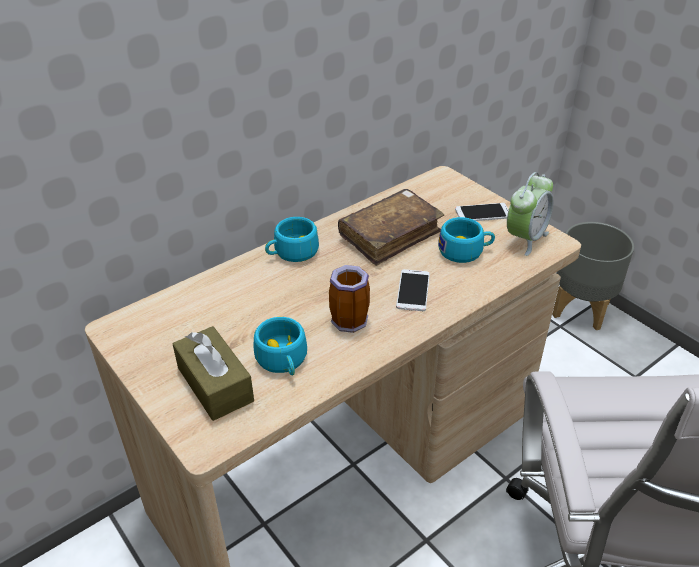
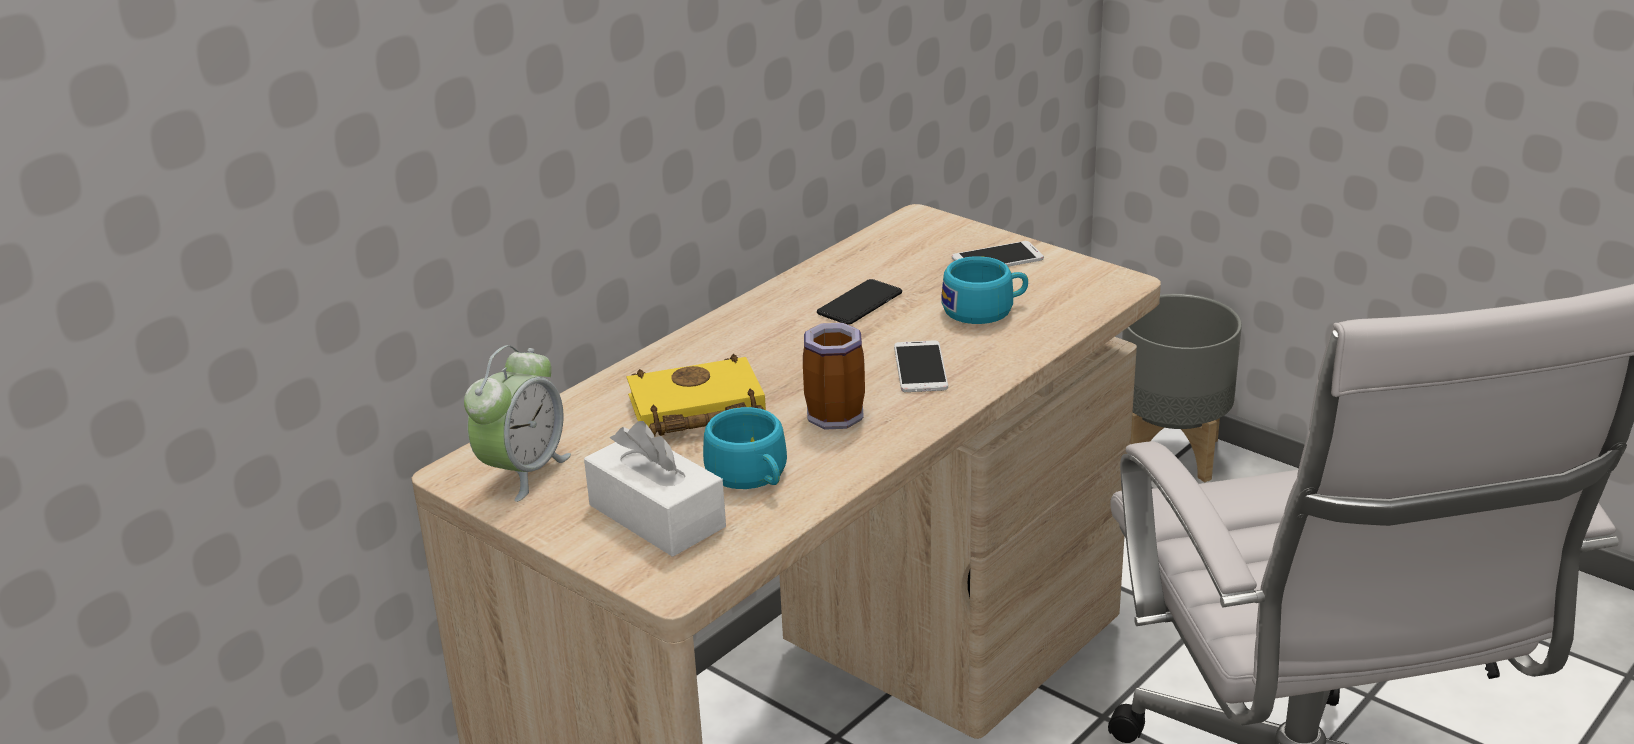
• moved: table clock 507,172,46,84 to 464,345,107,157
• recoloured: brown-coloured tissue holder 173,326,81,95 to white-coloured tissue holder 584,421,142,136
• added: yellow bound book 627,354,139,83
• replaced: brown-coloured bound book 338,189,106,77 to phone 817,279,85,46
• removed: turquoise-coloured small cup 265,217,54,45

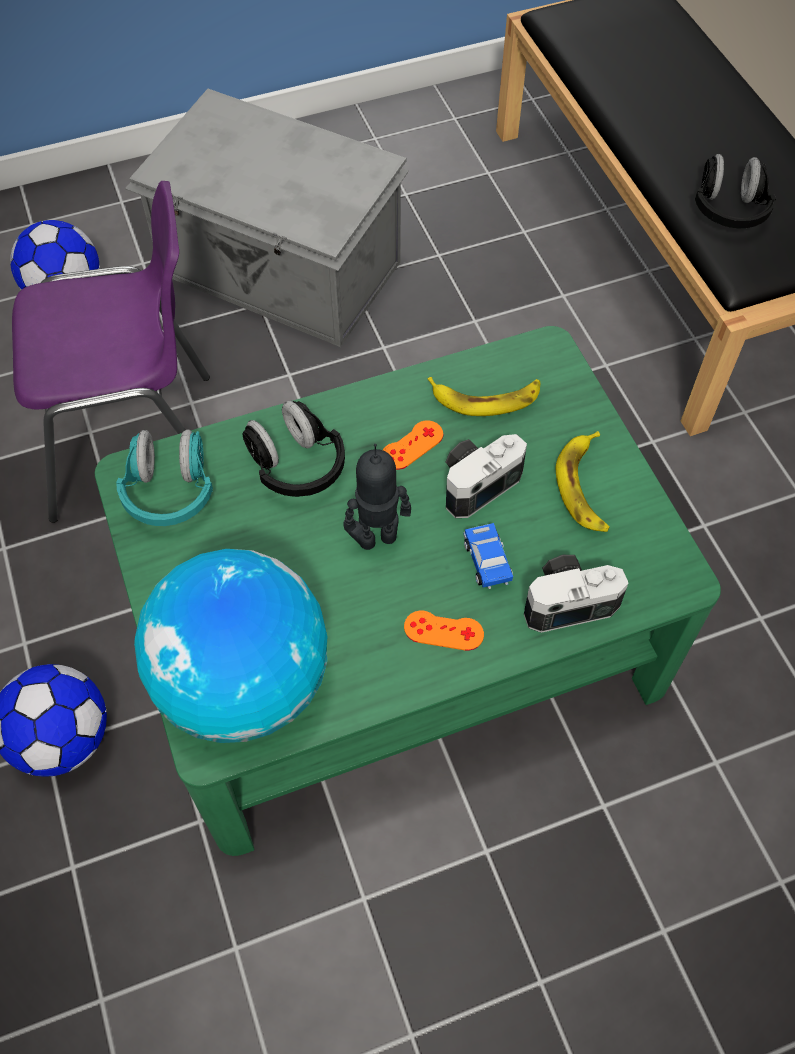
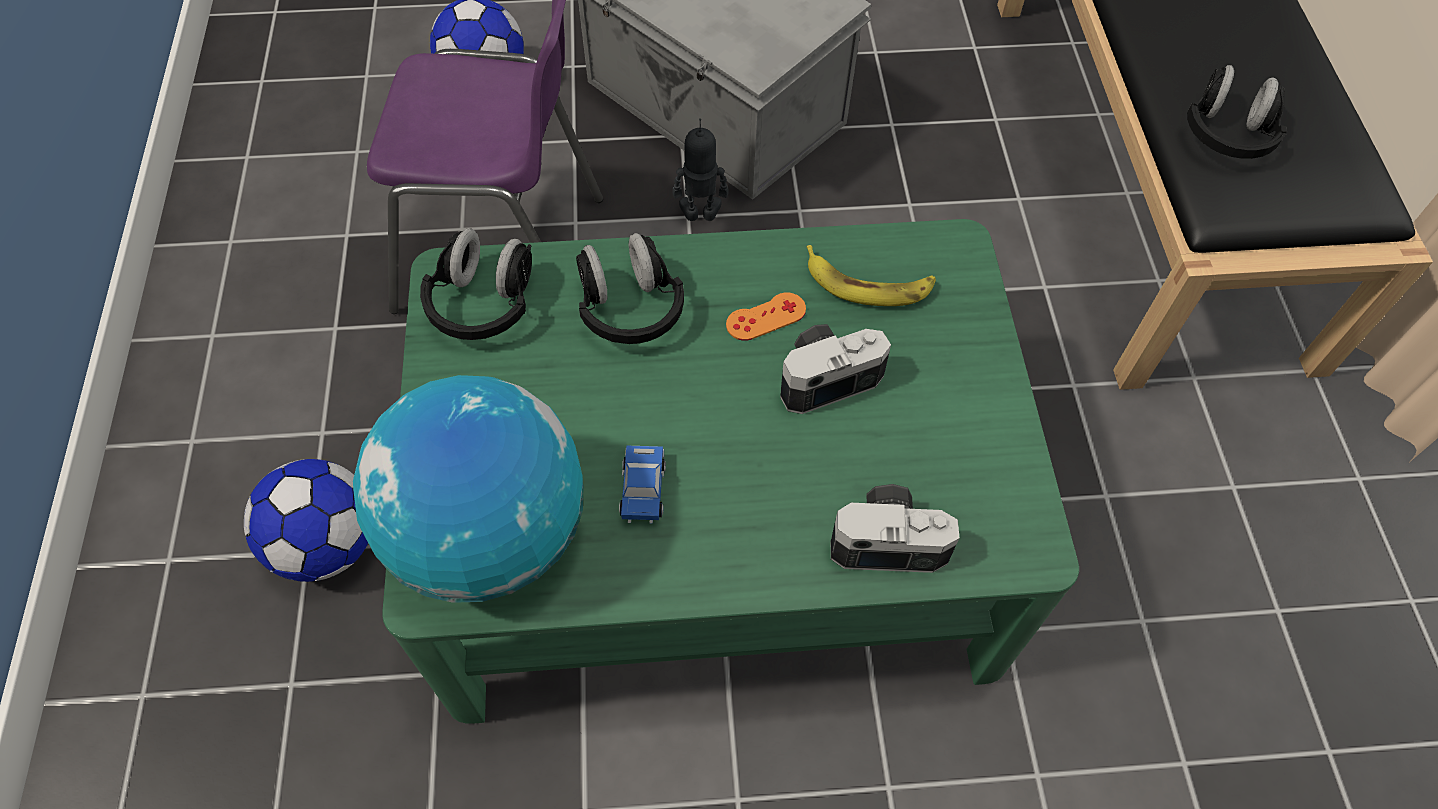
• recoloured: turquoise-coloured headphones 116,429,97,97 to blackish headphones 420,228,112,112
• moved: model car 463,523,50,66 to 619,446,47,78
• moved: robot figure 343,444,68,106 to 672,118,57,103
• removed: orange-coloured game controller 404,611,80,40
• removed: banana fruit 556,431,54,101

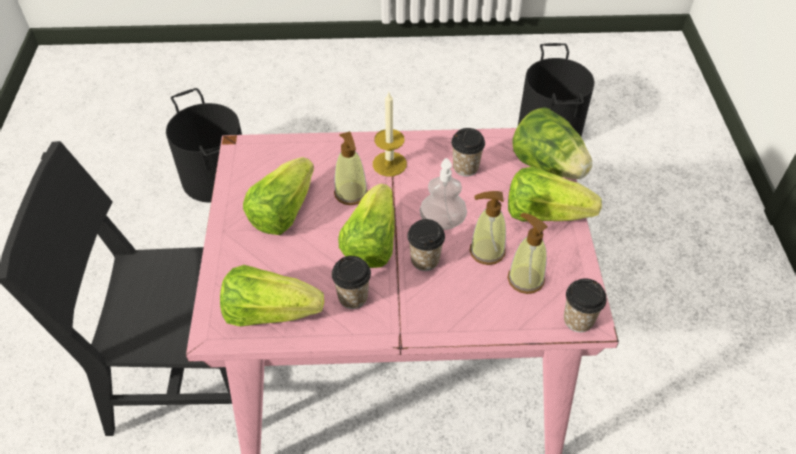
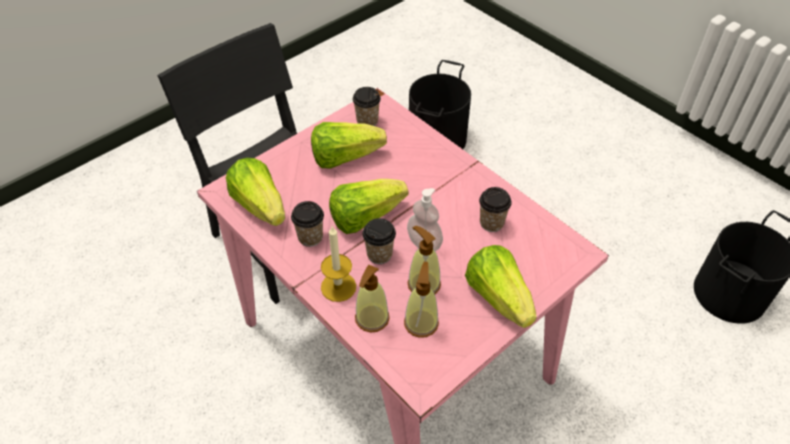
• moved: wax candle 373,92,34,84 to 321,226,35,76
• moved: small cup 564,278,43,54 to 353,87,28,39
• moved: liquid soap bottle 334,131,34,74 to 355,265,35,67
• removed: head of lettuce 513,107,80,72

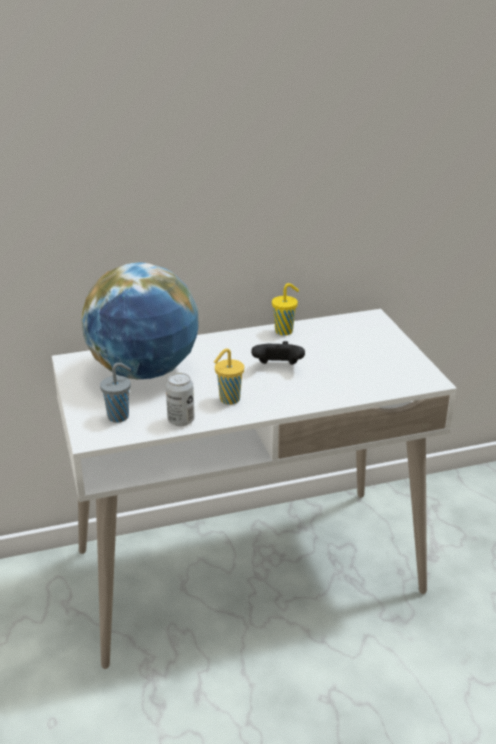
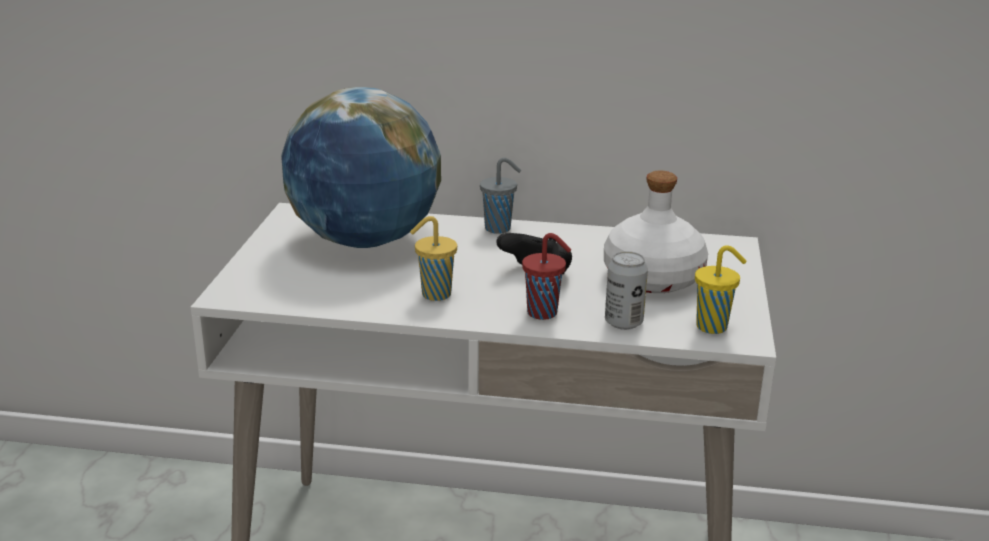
• moved: gray small cup 100,363,31,60 to 480,157,41,77
• added: red-coloured small cup 522,233,49,87
• added: white-coloured drink bottle 604,171,104,122
• moved: can 166,373,28,53 to 605,251,43,79
• moved: yellow small cup 272,283,27,52 to 695,245,51,89

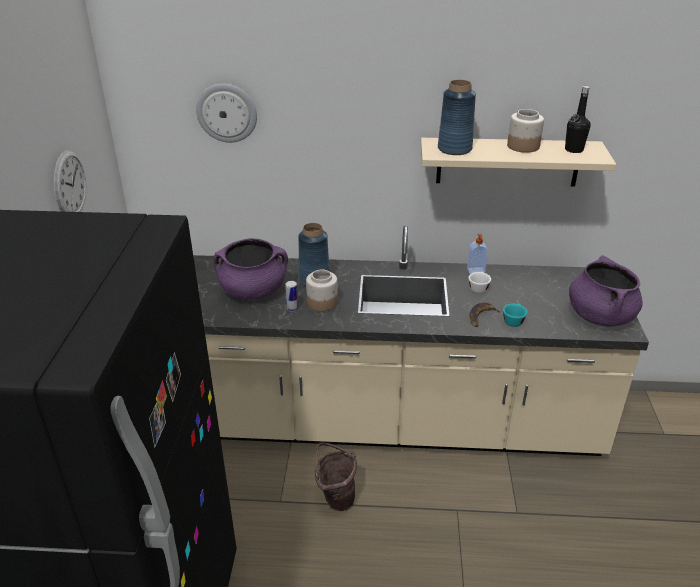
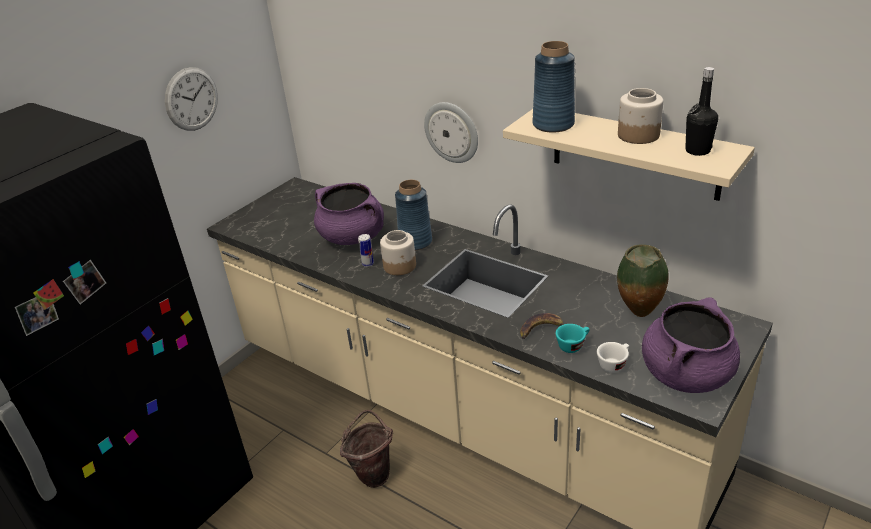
• moved: hanging clock 196,84,61,59 to 424,102,54,61
• moved: white-coloured small cup 468,272,23,21 to 597,342,32,31
• added: decorative vase 617,244,52,73
• removed: liquid soap bottle 467,234,21,40

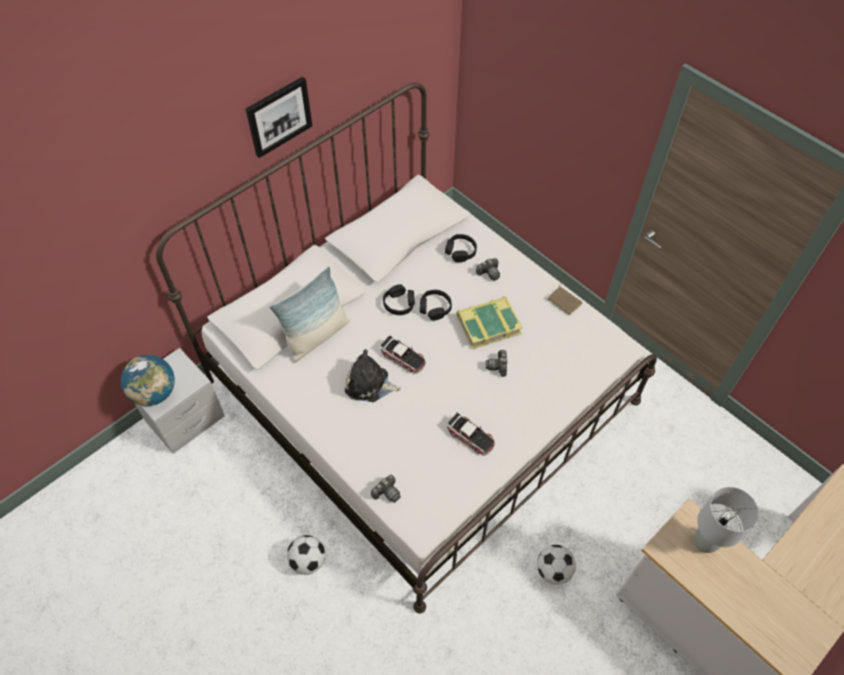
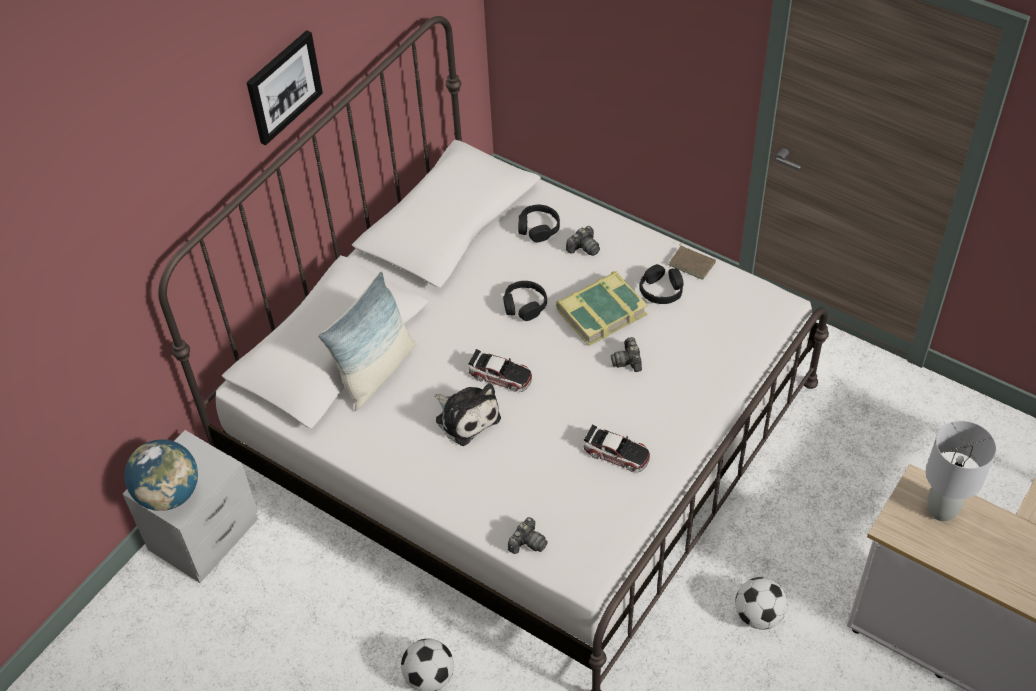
• turned: soft toy 345,349,56,53 = 434,383,67,63 135 degrees counterclockwise
• moved: blackish headphones 383,284,32,31 to 639,264,45,40

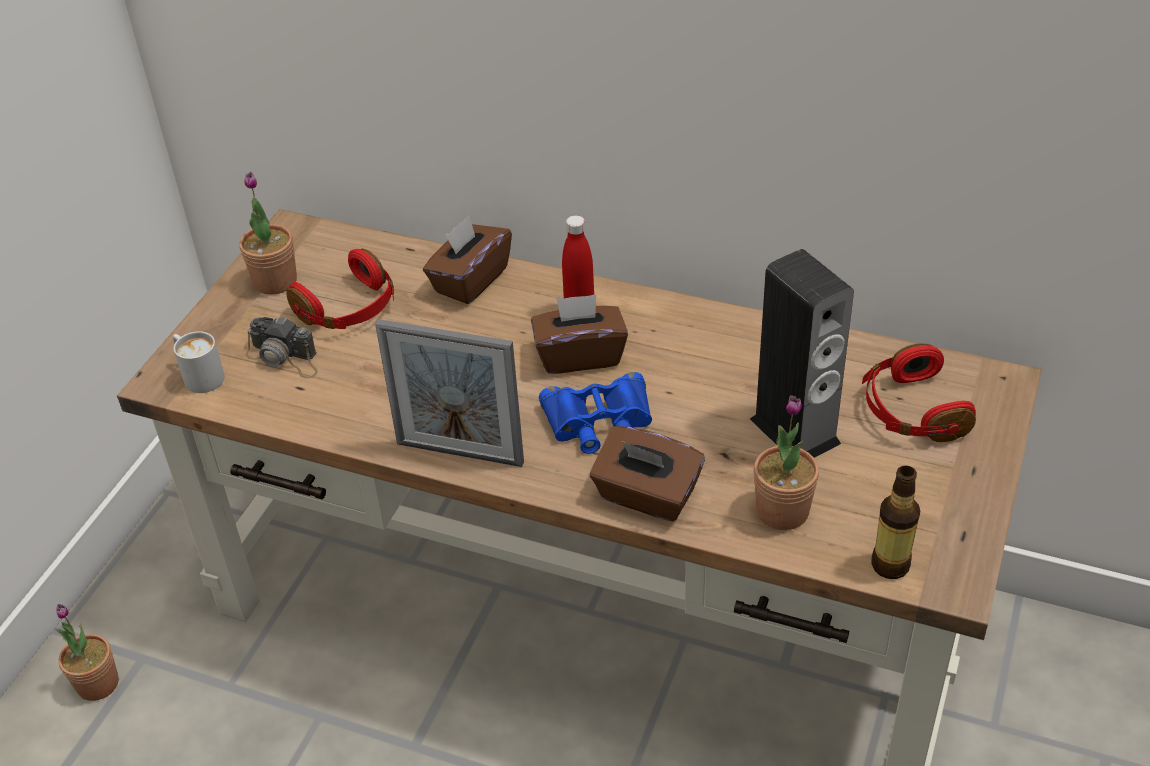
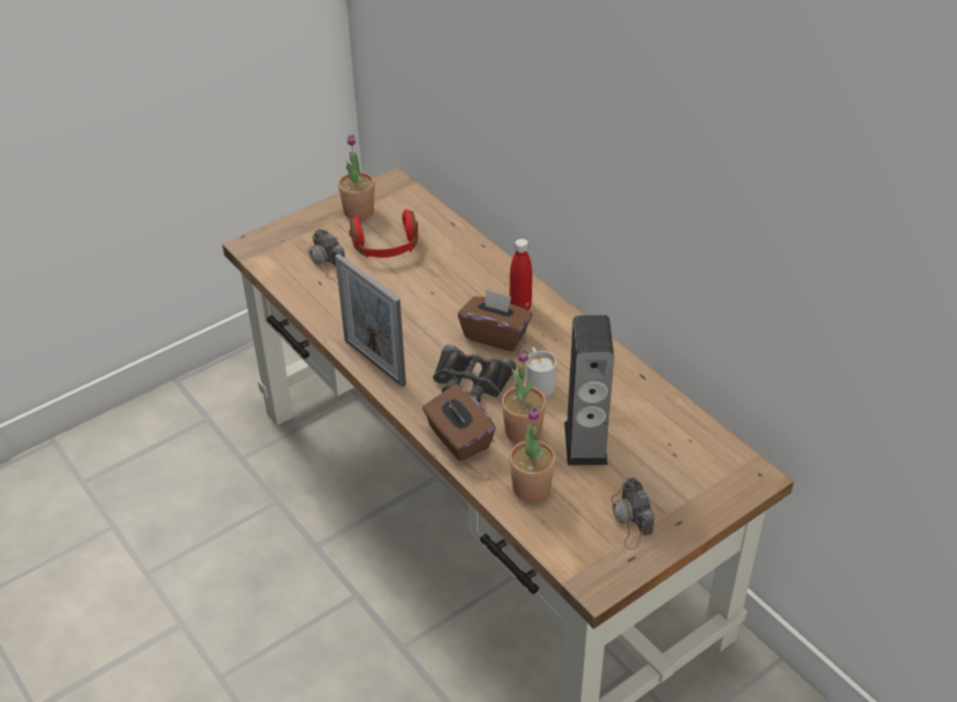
• recoloured: blue field glasses 539,372,113,82 to blackish field glasses 433,344,83,59
• moved: plant in a pot 55,604,64,97 to 501,349,45,95
• moved: white-coloured mug 173,331,52,62 to 526,347,31,50
• added: still camera 611,477,44,73
• removed: brown-coloured tissue holder 423,216,89,88
• removed: red-coloured headphones 862,343,114,99
• removed: drink bottle 871,465,49,114

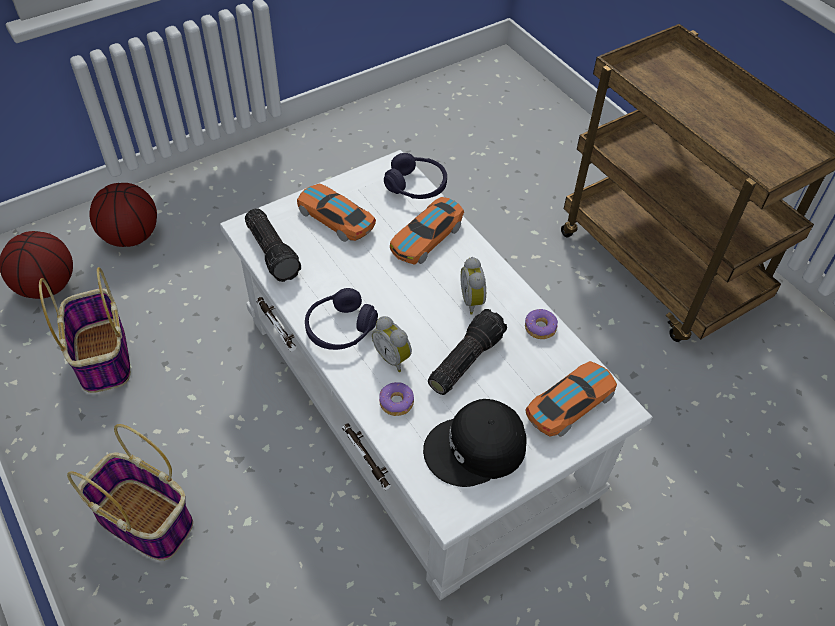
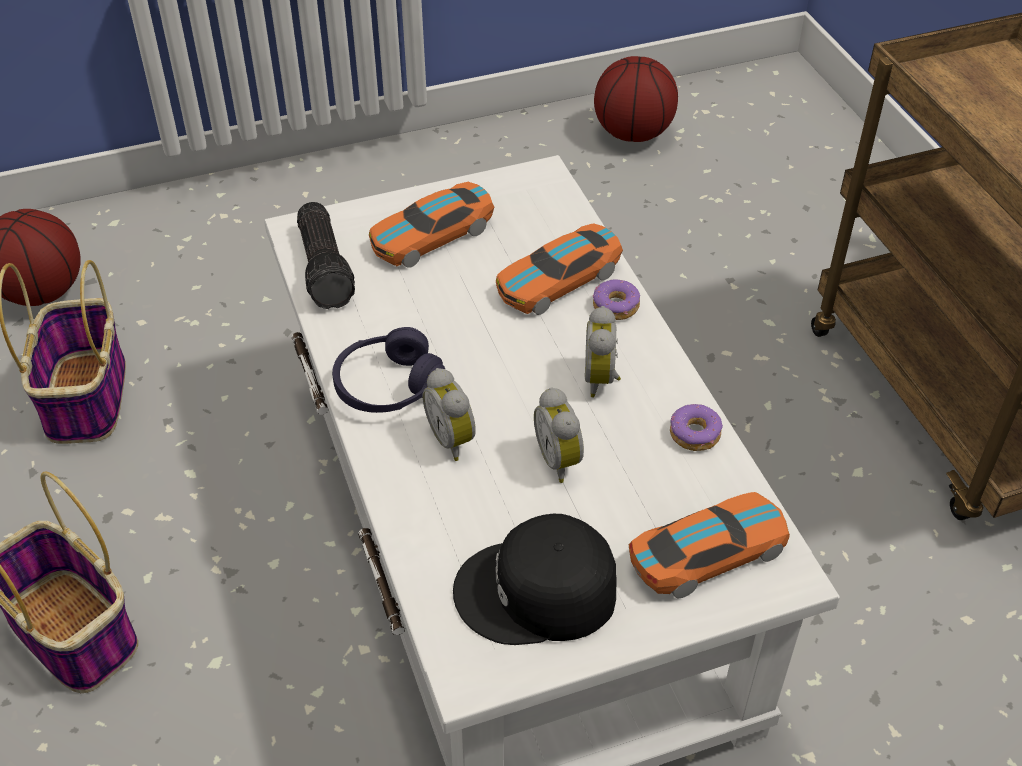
• turned: model car 297,184,79,58 = 369,182,125,86 90 degrees counterclockwise
• replaced: hand torch 428,309,79,86 to table clock 534,387,50,96
• moved: doughnut 379,382,35,34 to 593,279,47,41
• moved: basketball ball 89,183,68,64 to 594,56,84,86
• removed: purplish headphones 384,153,63,46

